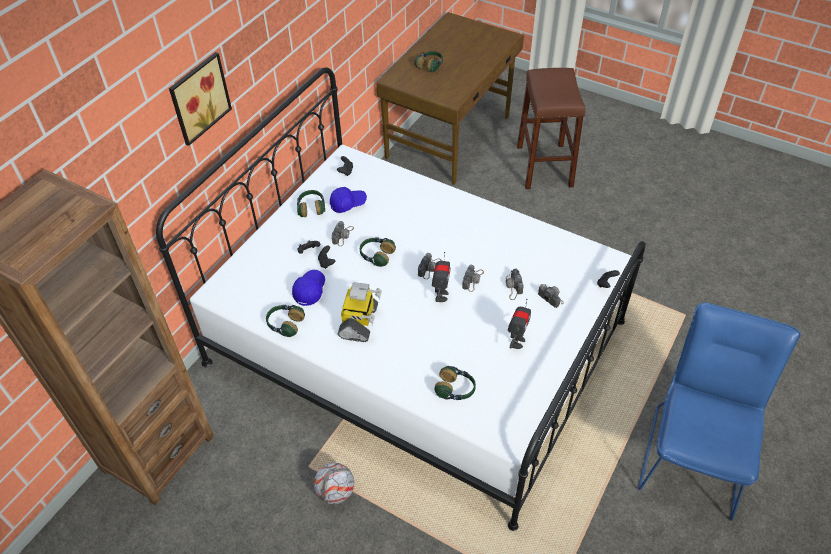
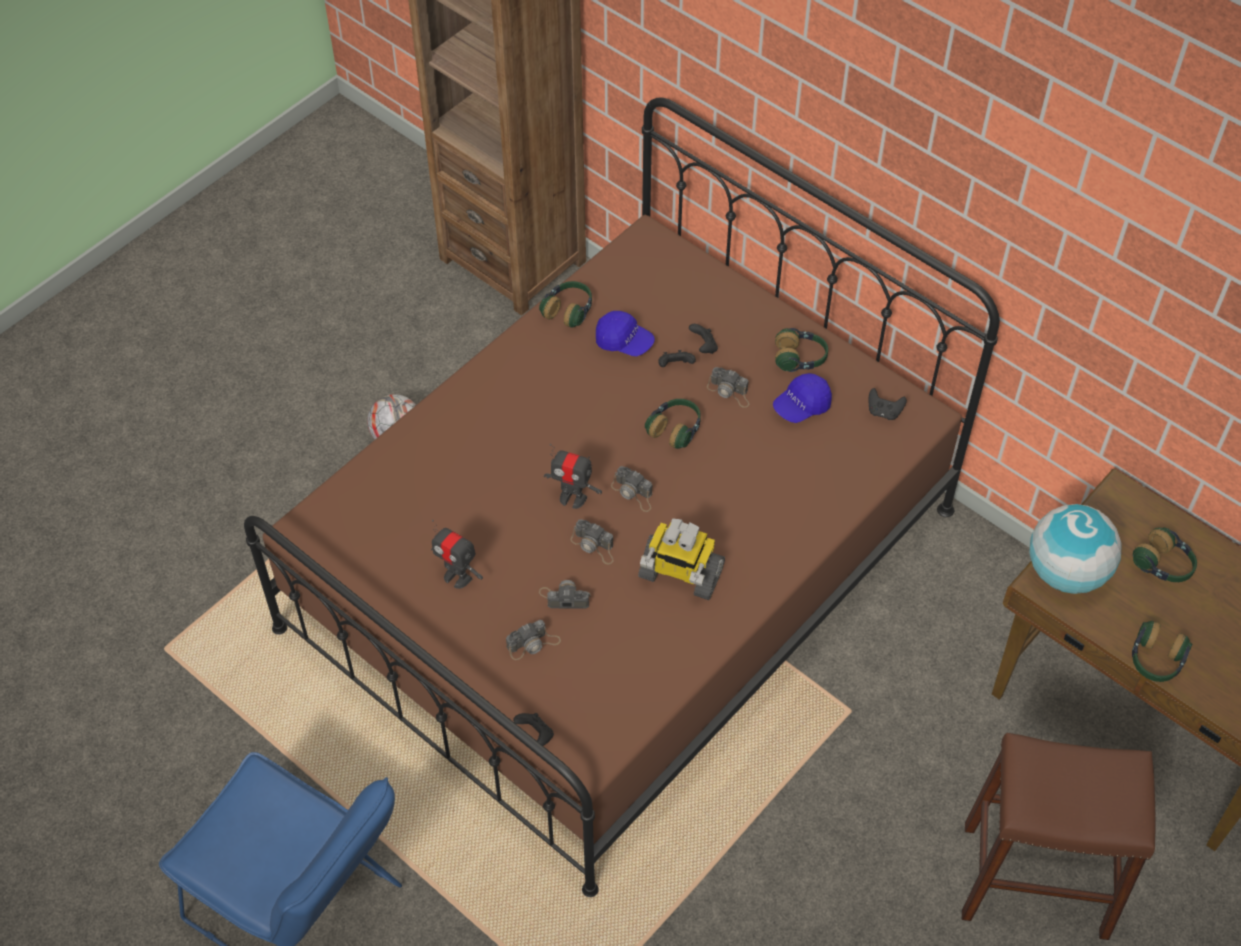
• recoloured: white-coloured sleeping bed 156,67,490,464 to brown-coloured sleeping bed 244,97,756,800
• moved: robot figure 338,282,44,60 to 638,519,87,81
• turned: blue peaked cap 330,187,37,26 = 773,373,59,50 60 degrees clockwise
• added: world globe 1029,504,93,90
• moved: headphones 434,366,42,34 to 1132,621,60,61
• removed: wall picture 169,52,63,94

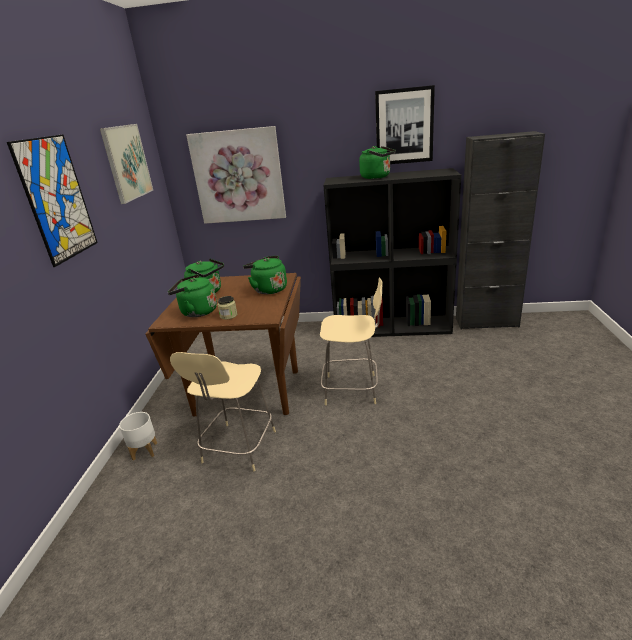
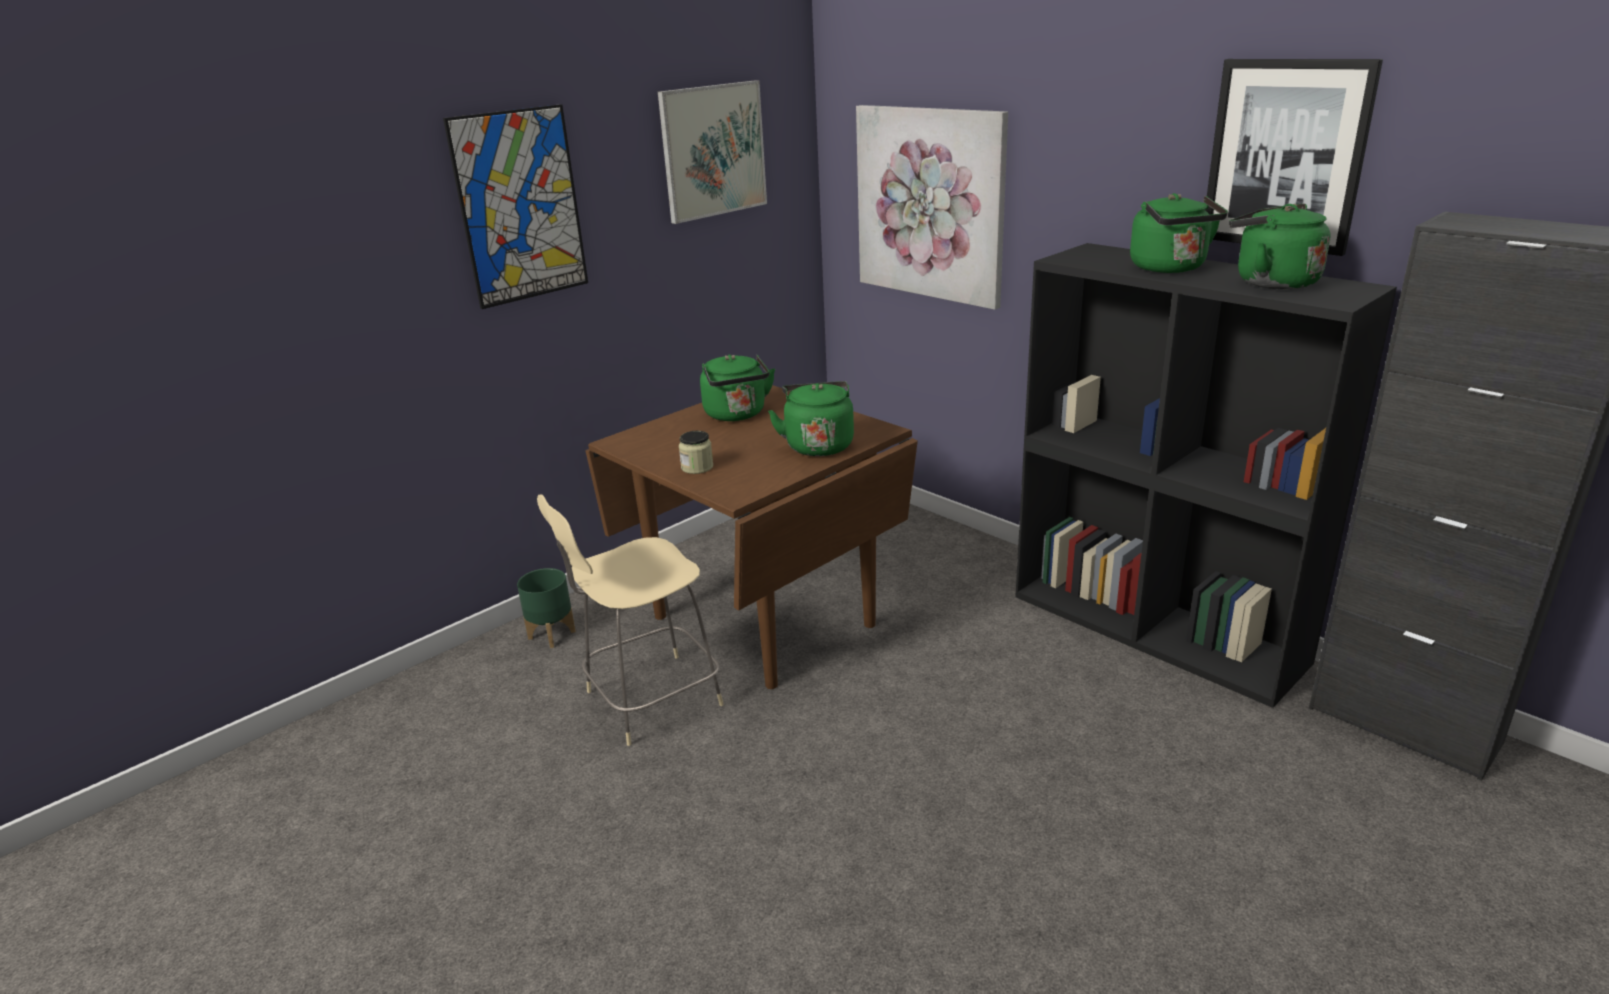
• recoloured: white-coloured planter 119,412,38,49 to greenish planter 517,568,59,80
• moved: greenish tea kettle 168,274,49,43 to 1229,203,102,86
• removed: beige-coloured stool seat 320,277,62,128

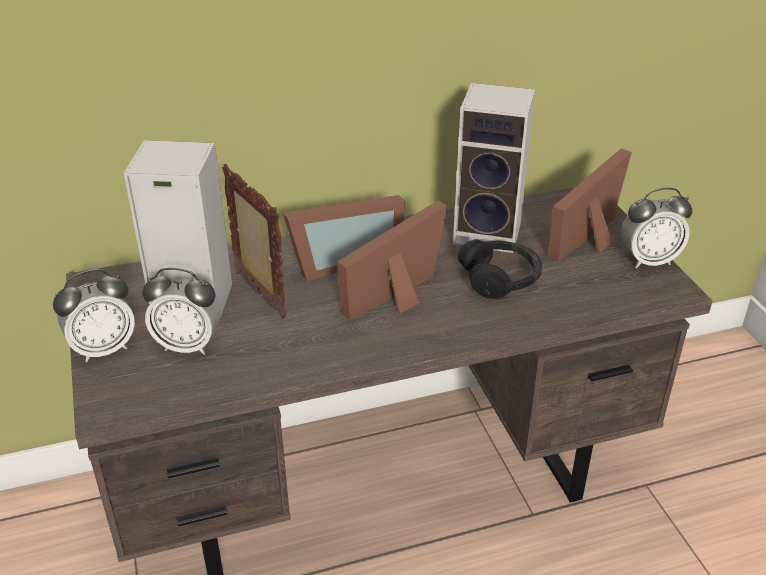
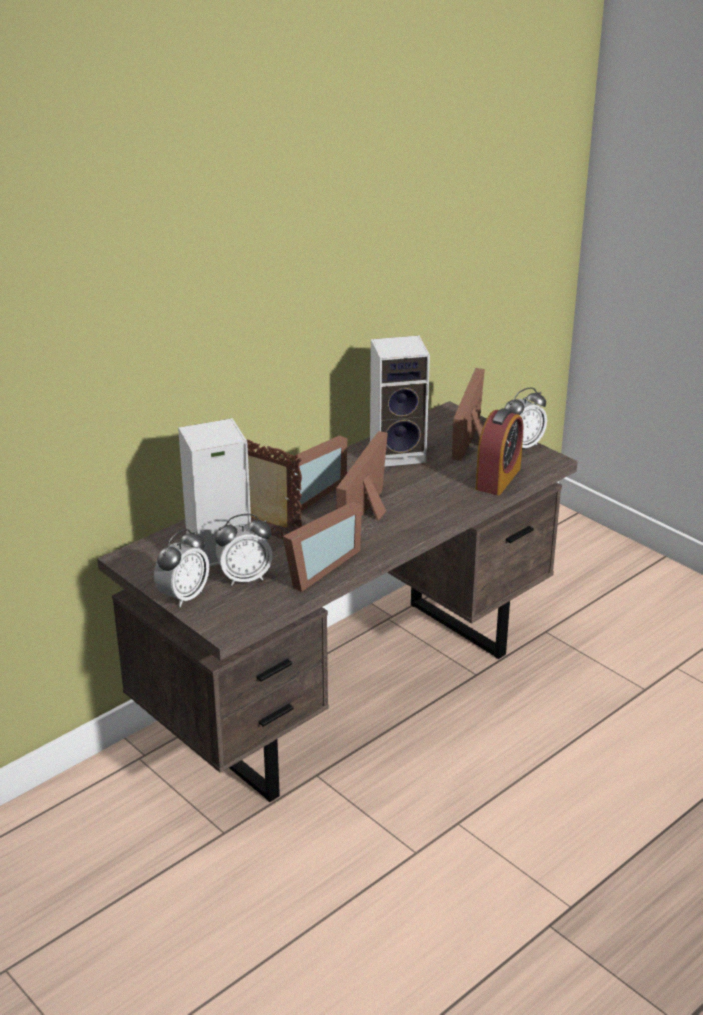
• added: standing frame 283,501,79,91
• added: table clock 476,408,47,87
• removed: blackish headphones 458,239,84,60

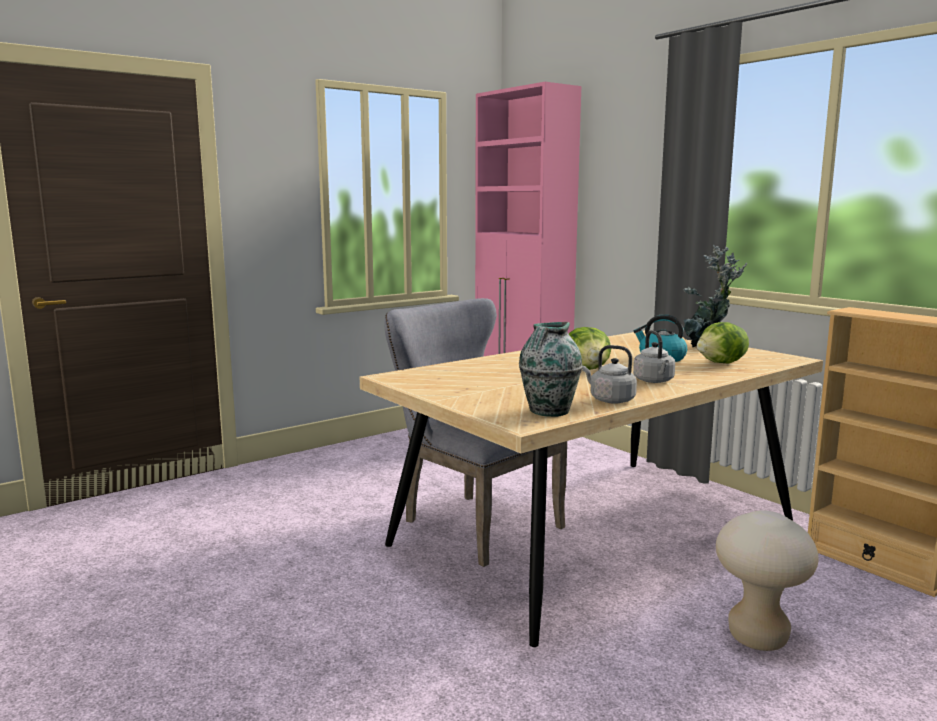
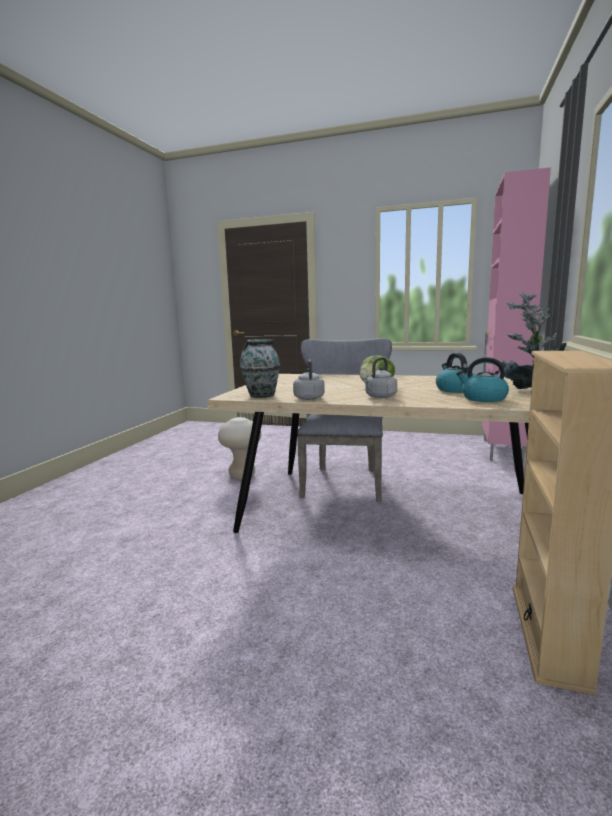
• moved: beige-coloured stool seat 716,510,103,141 to 218,417,43,63
• replaced: head of lettuce 697,322,52,42 to tea kettle 456,357,53,45

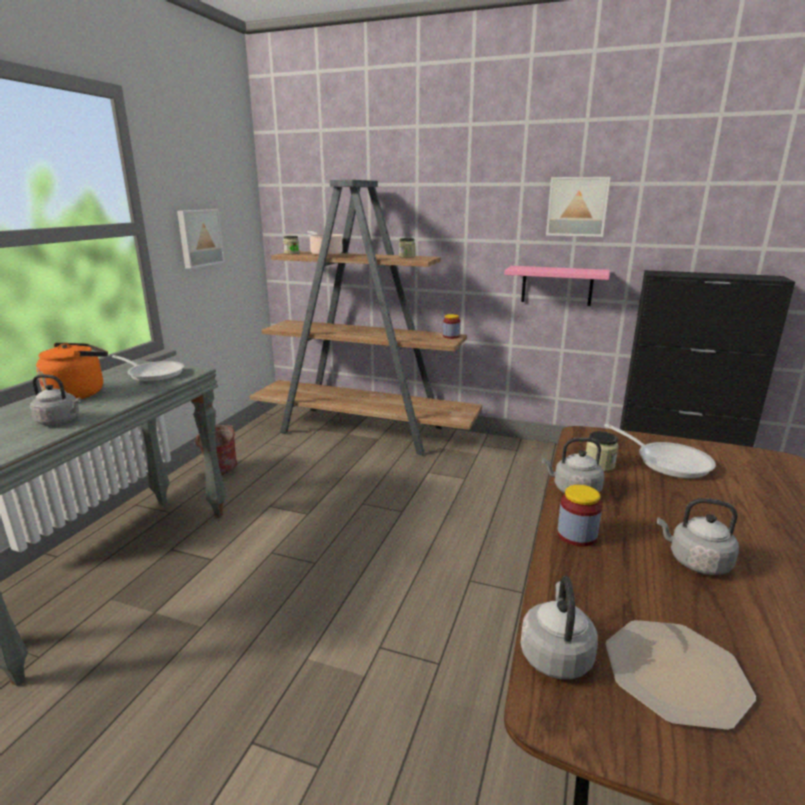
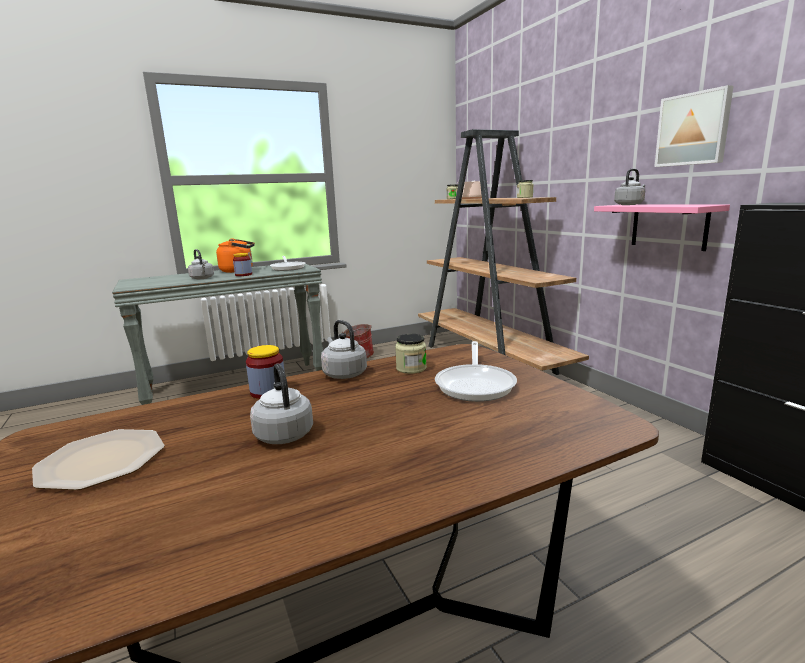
• moved: storage jar 443,314,17,25 to 233,253,19,23
• moved: gray tea kettle 520,576,78,103 to 614,169,31,36
• removed: wall picture 177,209,48,60

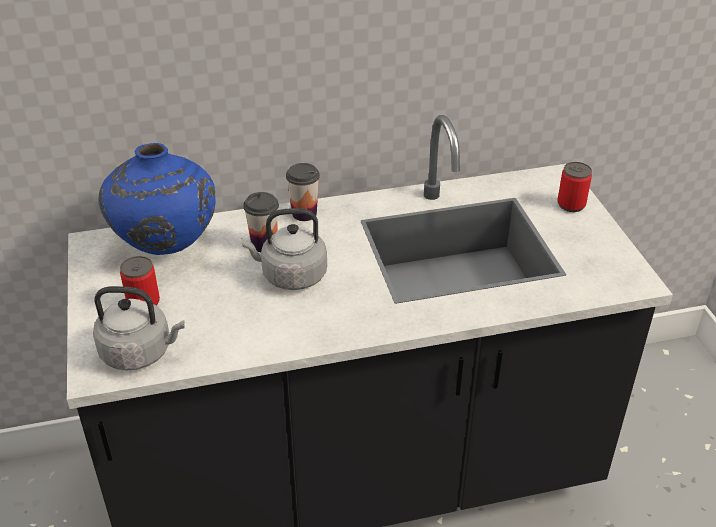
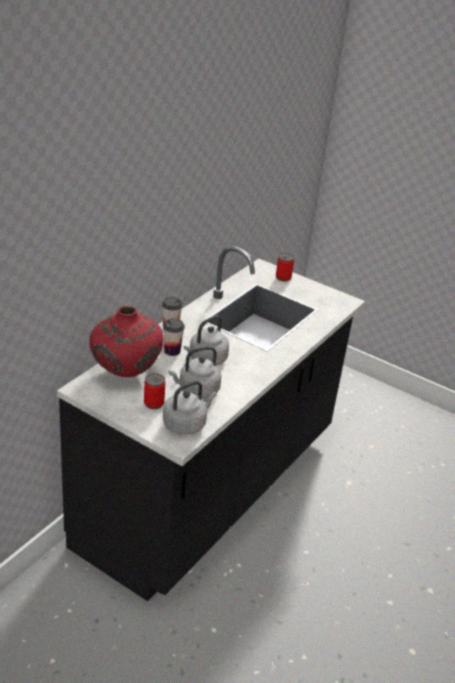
• recoloured: blue decorative vase 99,143,117,112 to red-coloured decorative vase 89,306,75,71
• added: gray tea kettle 168,346,54,53

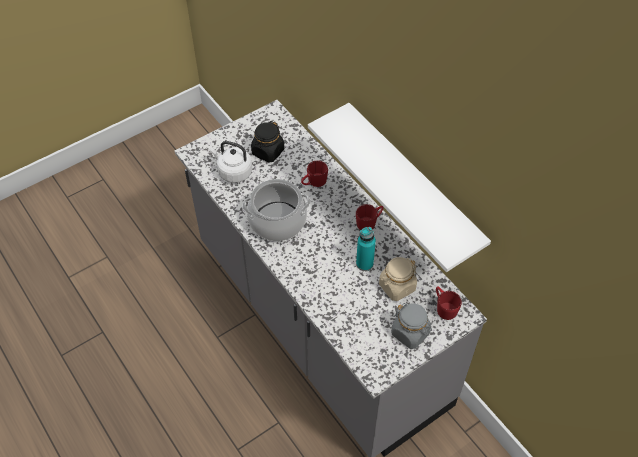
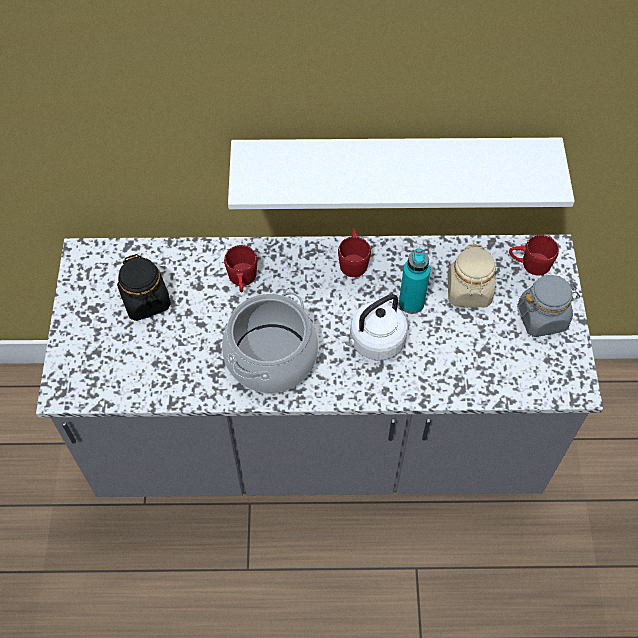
• moved: white-coloured tea kettle 210,141,42,42 to 338,294,70,66

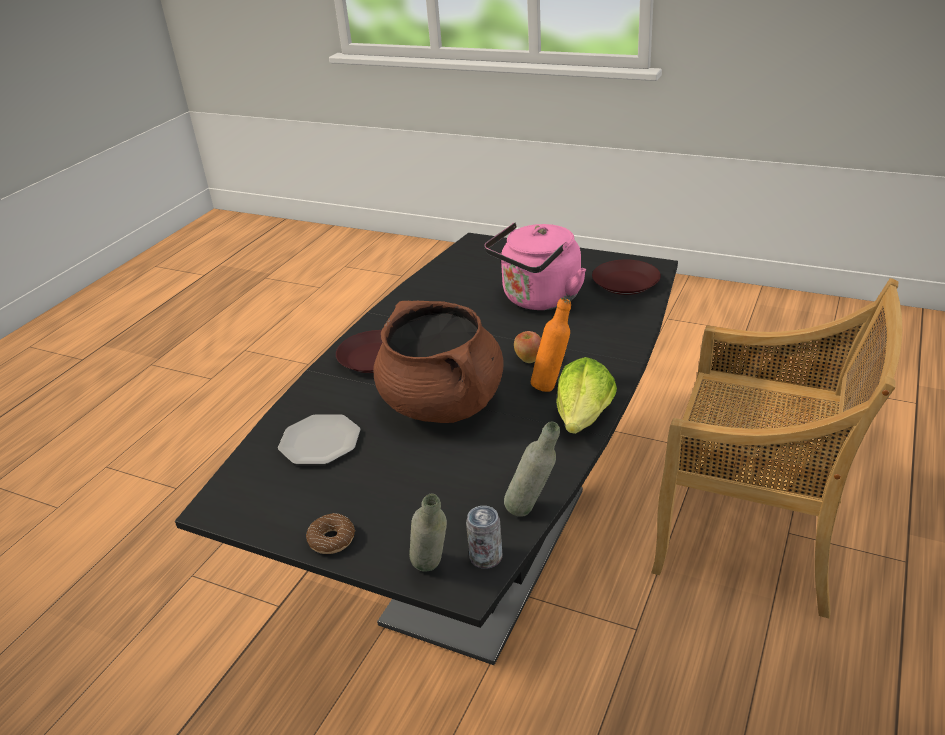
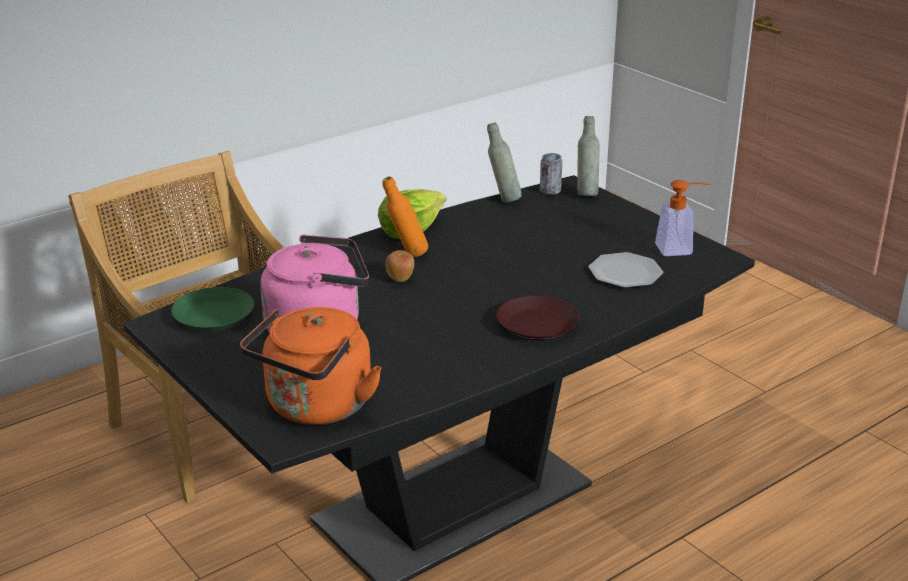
• recoloured: brown-coloured plate 592,259,69,36 to greenish plate 171,287,83,44
• added: orange-coloured tea kettle 240,307,142,118
• added: liquid soap bottle 655,180,55,76
• removed: doughnut 306,513,49,41
• removed: brown-coloured saucepot 373,301,131,122

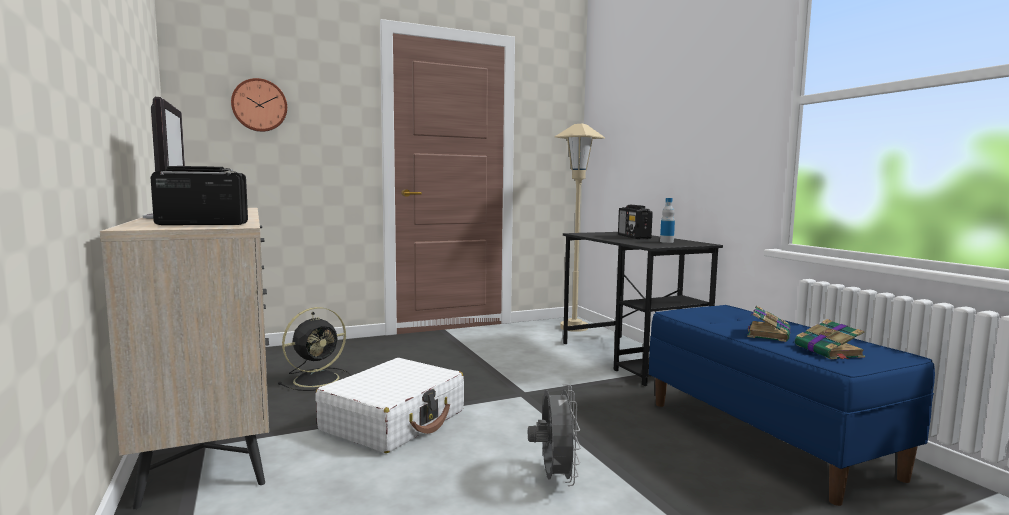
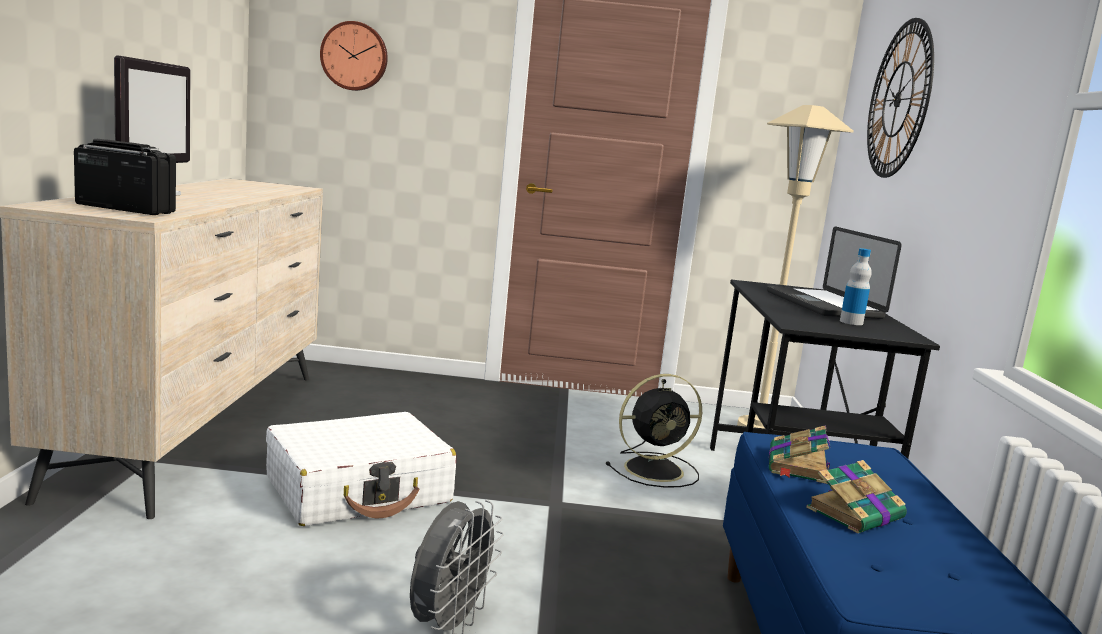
• moved: blackish fan 278,307,73,84 to 605,374,97,114
• replaced: radio set 618,205,35,34 to portable computer 767,227,135,92
• moved: bound book 795,319,70,40 to 769,425,61,59
• added: hanging clock 867,18,67,160

